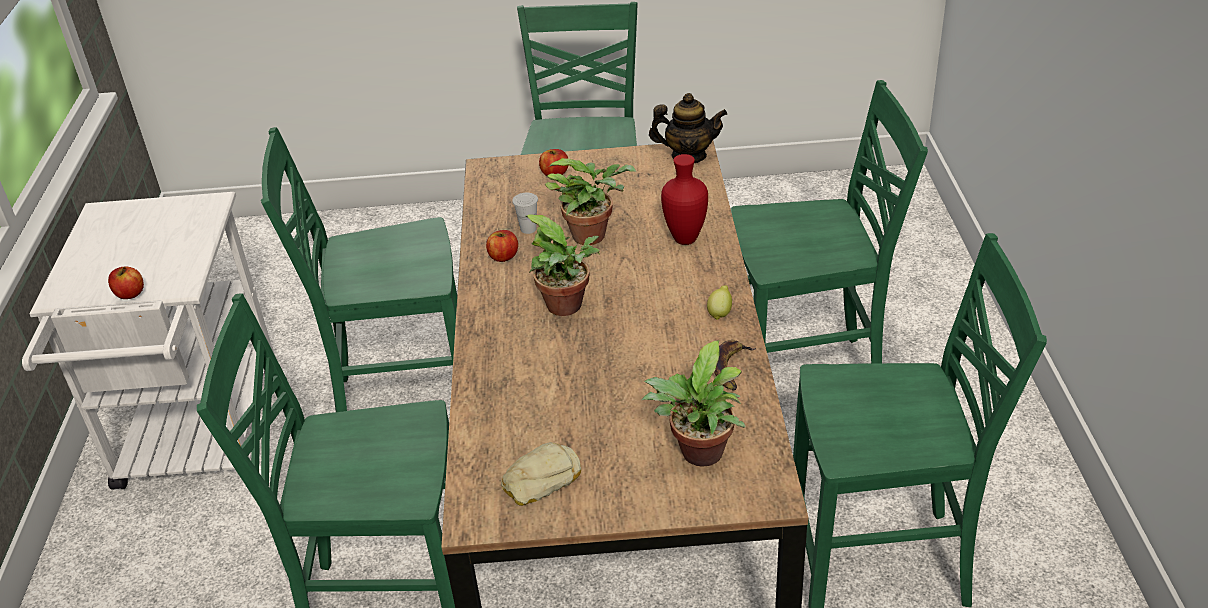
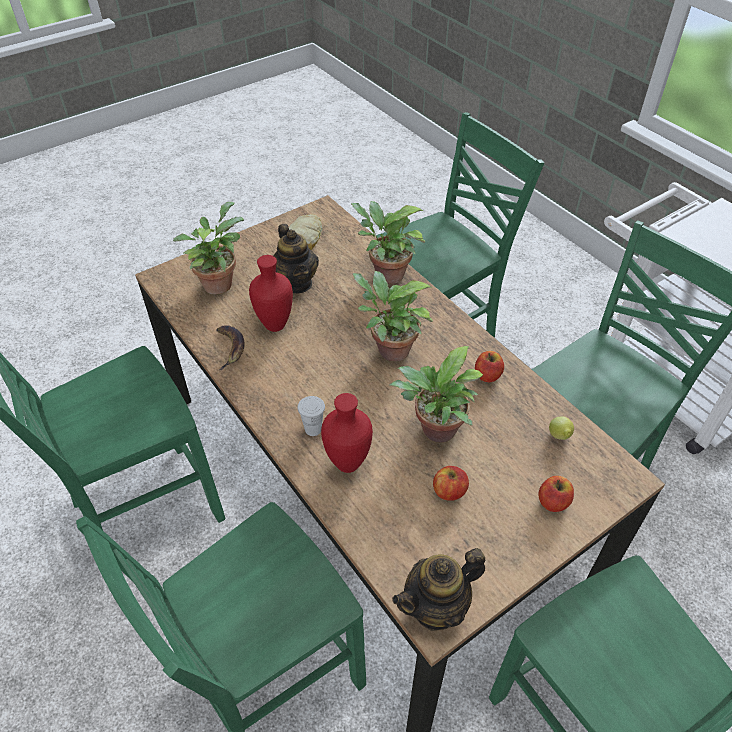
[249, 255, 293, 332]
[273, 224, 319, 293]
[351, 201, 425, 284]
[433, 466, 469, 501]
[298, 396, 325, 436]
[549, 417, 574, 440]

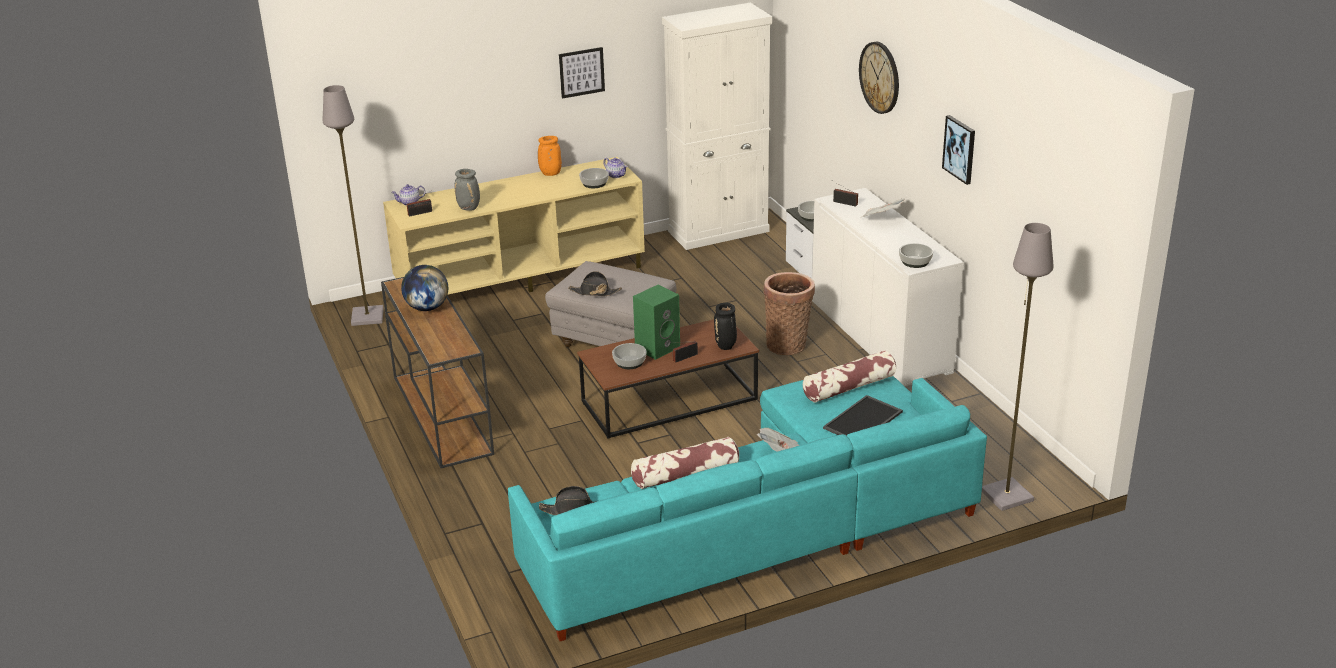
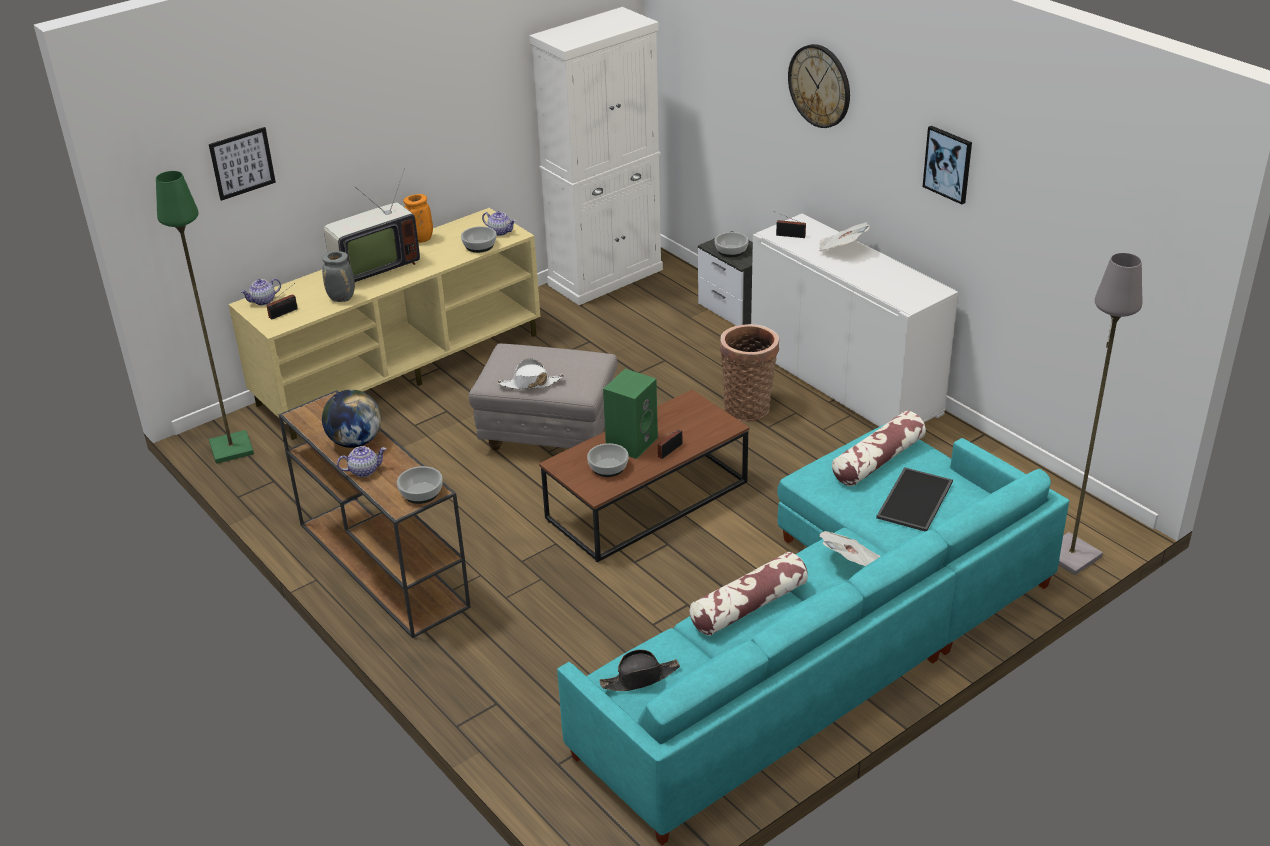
[714, 303, 737, 350] (first image)
[324, 168, 420, 282]
[337, 446, 386, 477]
[209, 127, 276, 201]
[397, 466, 442, 504]
[156, 171, 254, 464]
[498, 358, 564, 389]

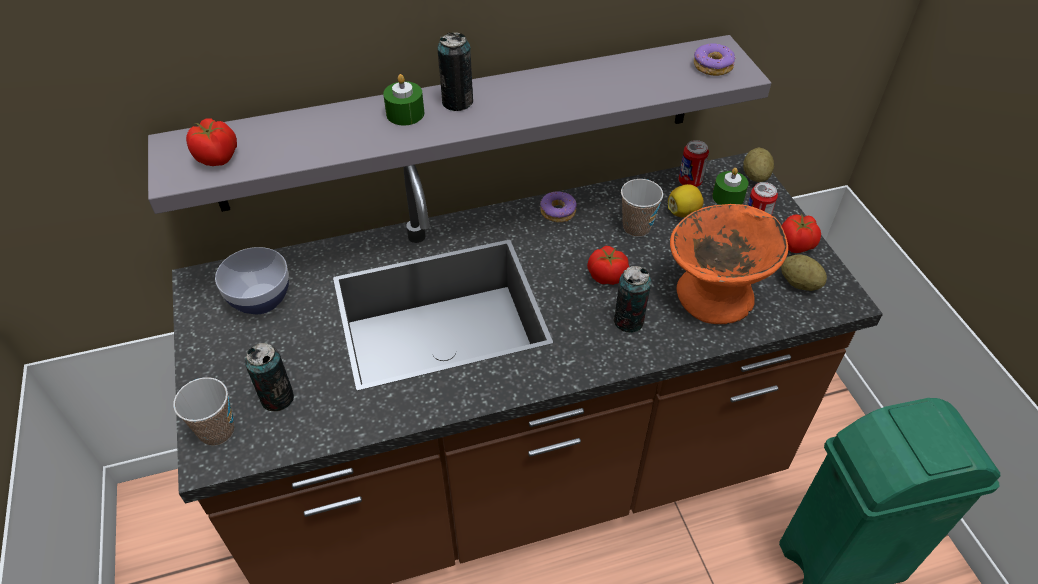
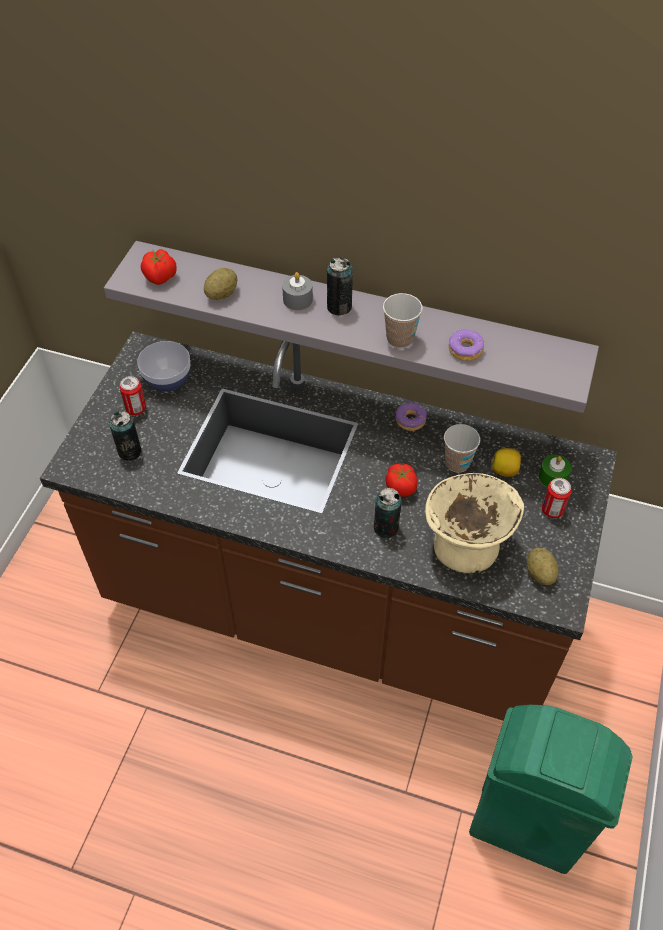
[782, 213, 821, 253] (first image)
[383, 293, 423, 348]
[119, 376, 146, 415]
[449, 329, 484, 361]
[204, 268, 237, 300]
[282, 272, 313, 310]
[425, 473, 524, 574]

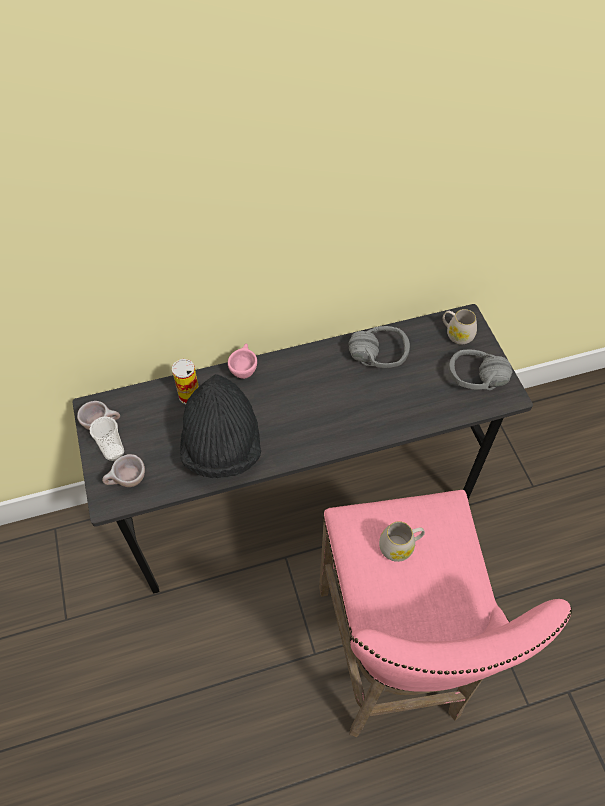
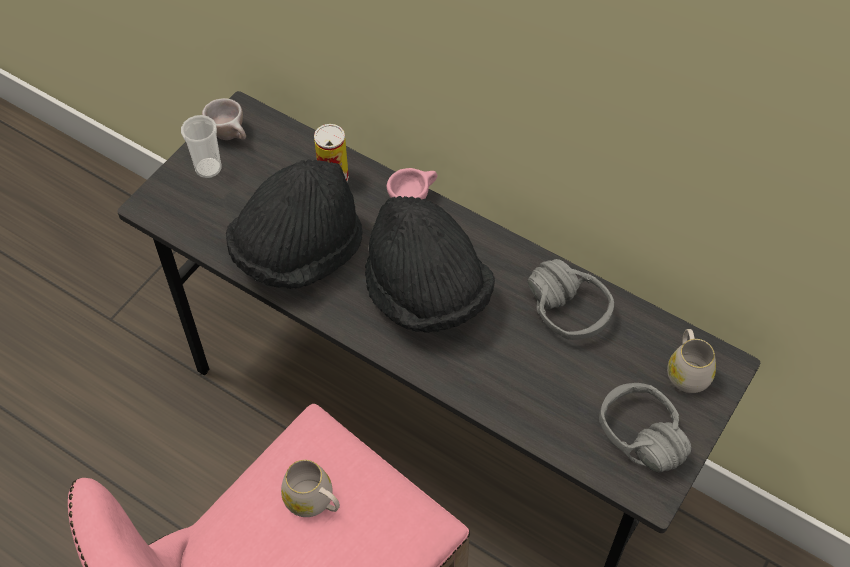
[102, 454, 145, 487] (first image)
[365, 196, 495, 333]

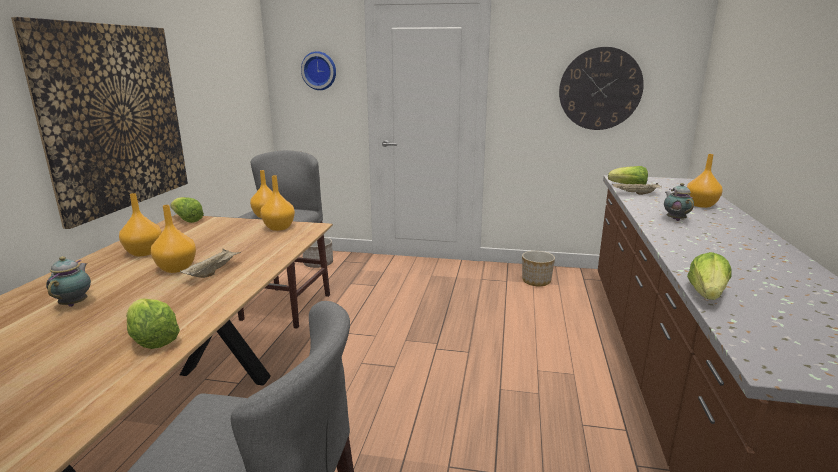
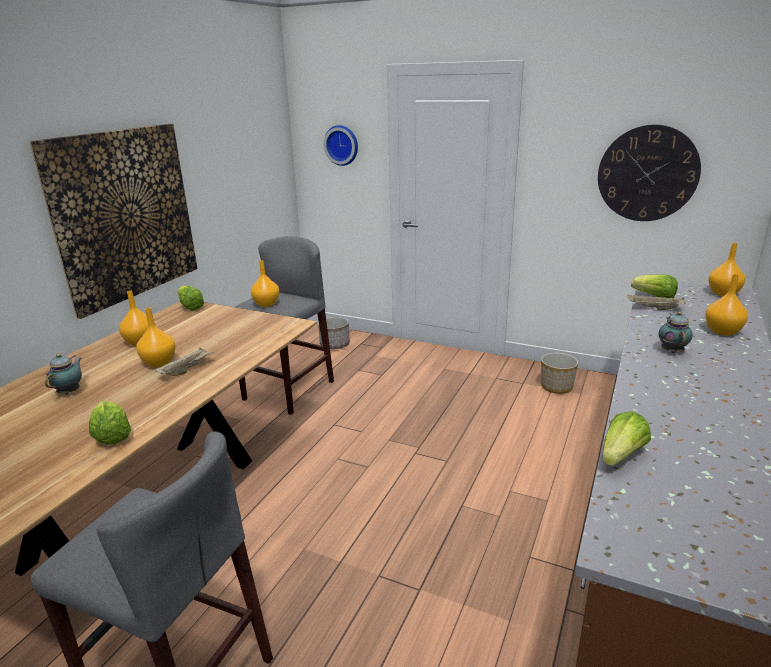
[708, 243, 745, 296]

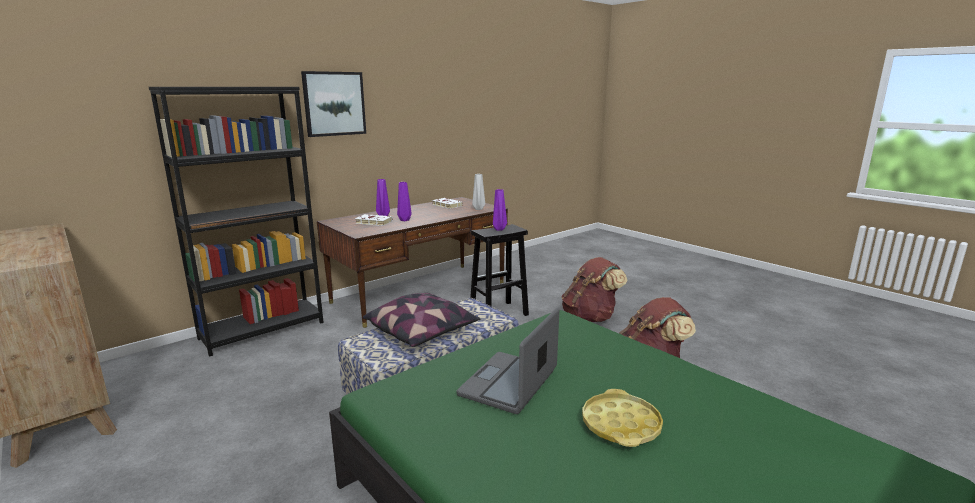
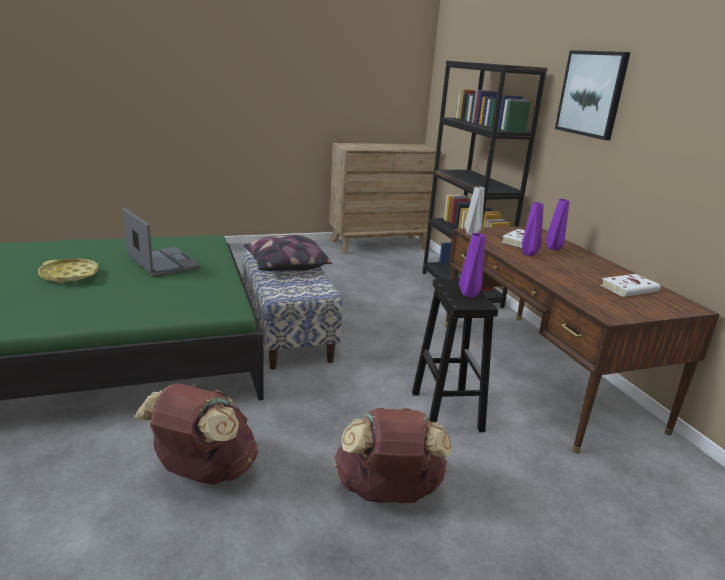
[464, 186, 485, 236]

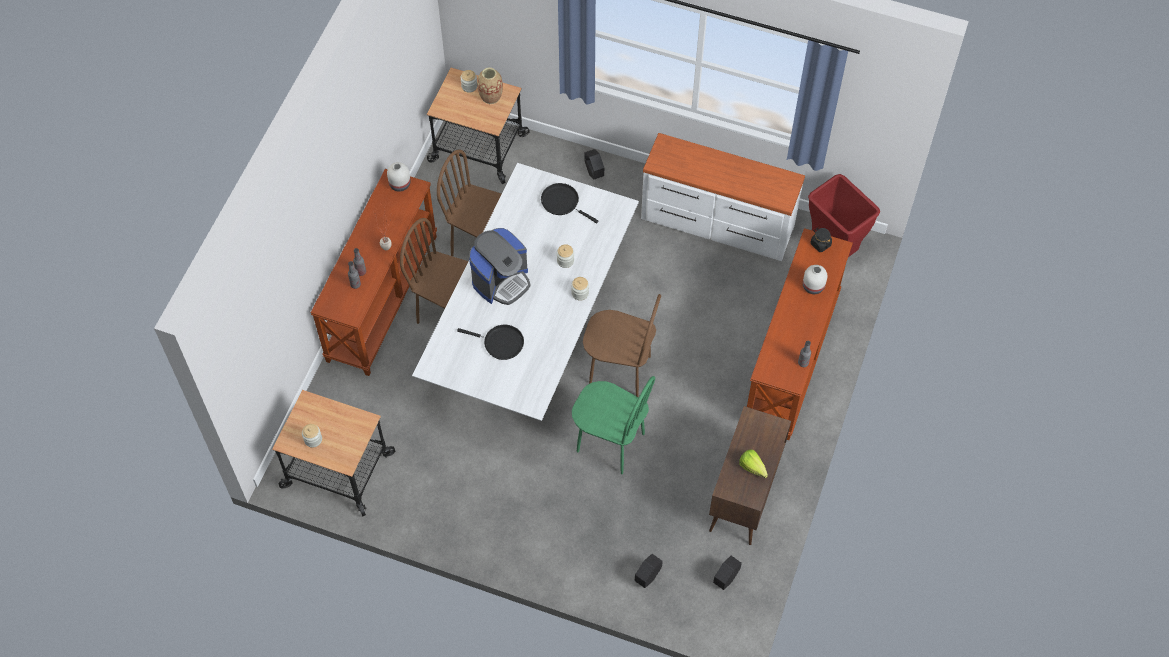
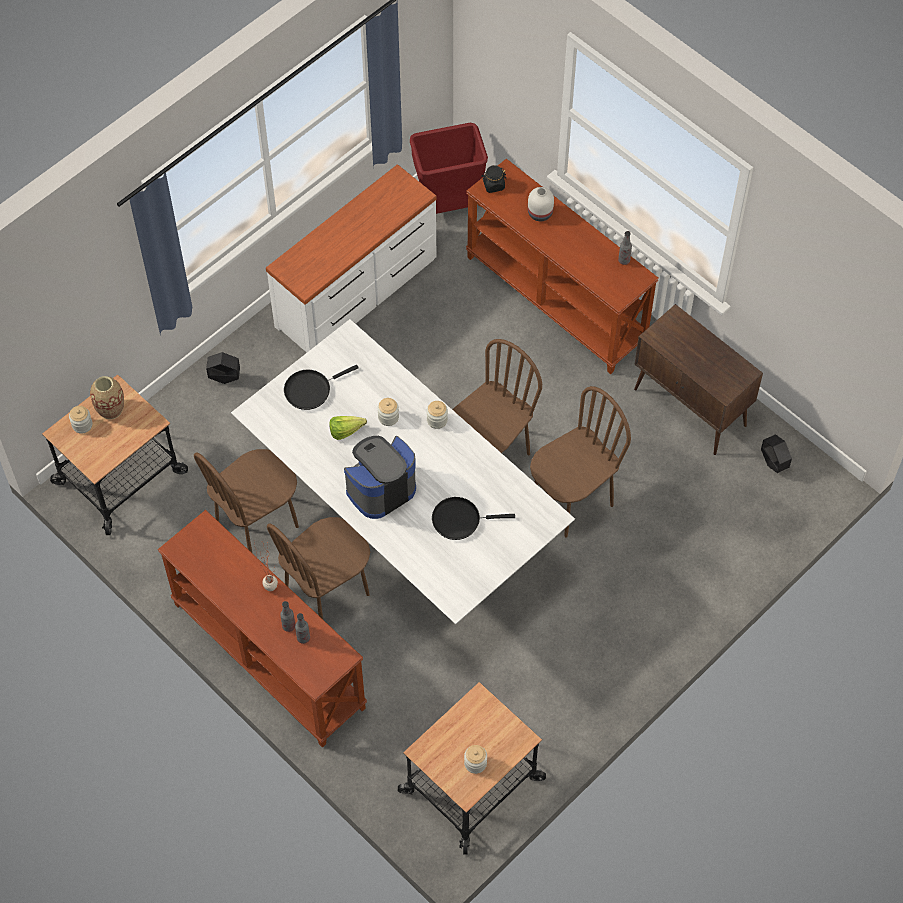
[387, 162, 410, 192] (first image)
[635, 554, 663, 588] (first image)
[329, 416, 367, 440]
[530, 386, 631, 538]
[432, 497, 515, 540]
[344, 436, 416, 519]

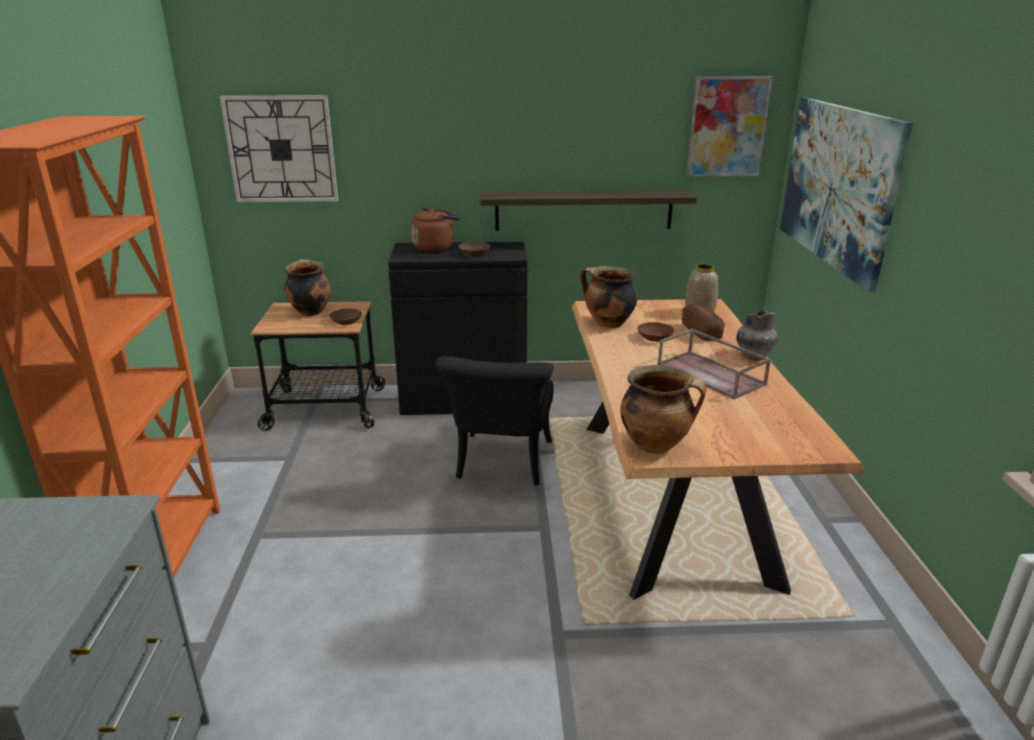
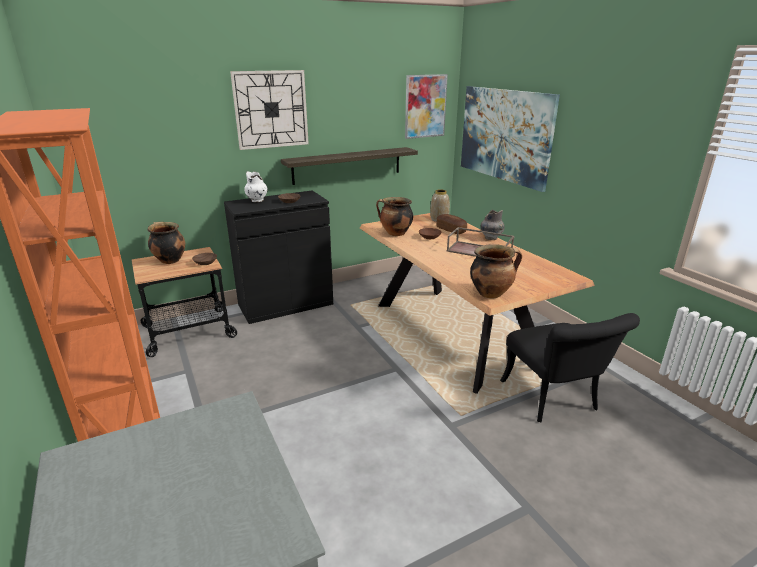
[230, 70, 309, 150]
[500, 313, 640, 422]
[244, 171, 268, 202]

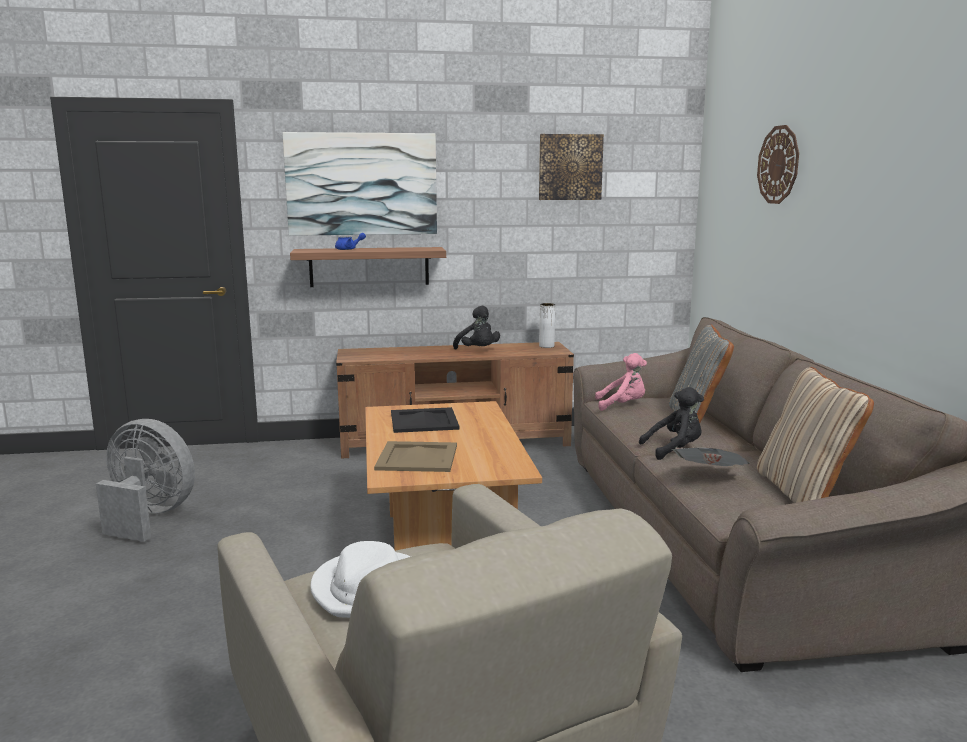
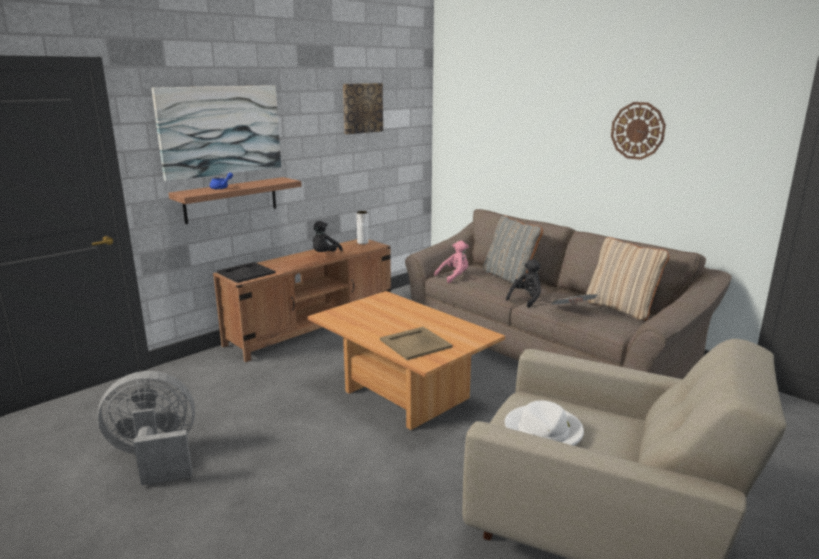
[217, 262, 276, 283]
[611, 102, 666, 160]
[313, 221, 343, 252]

